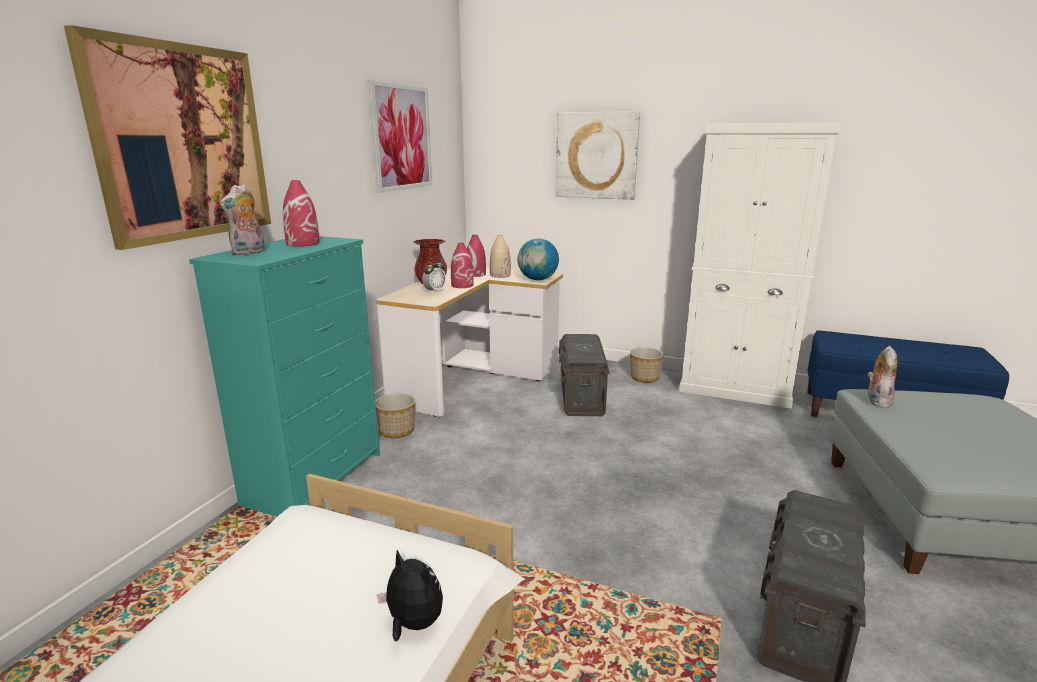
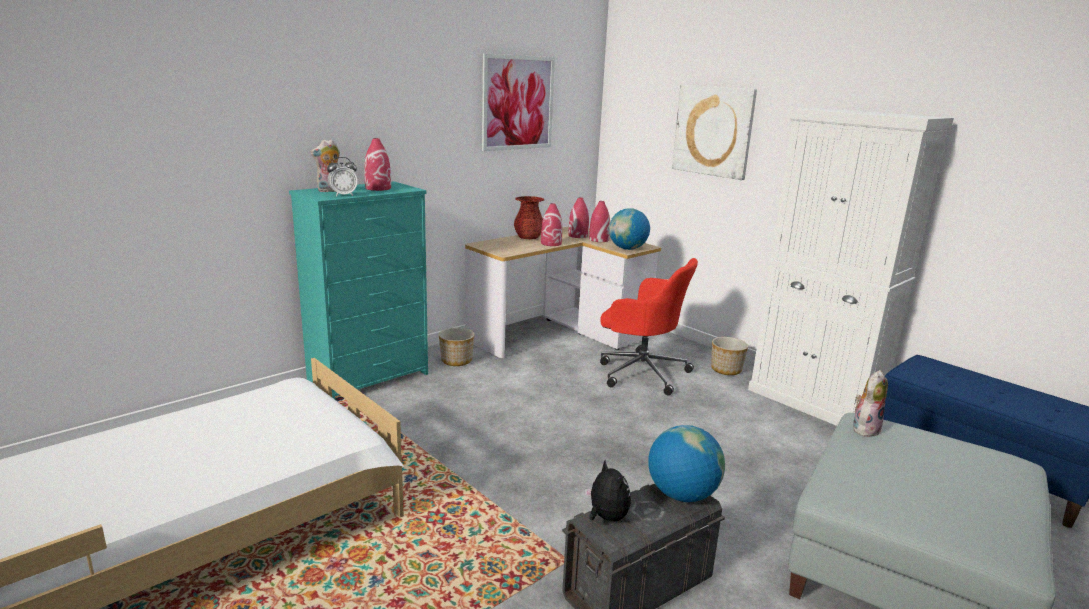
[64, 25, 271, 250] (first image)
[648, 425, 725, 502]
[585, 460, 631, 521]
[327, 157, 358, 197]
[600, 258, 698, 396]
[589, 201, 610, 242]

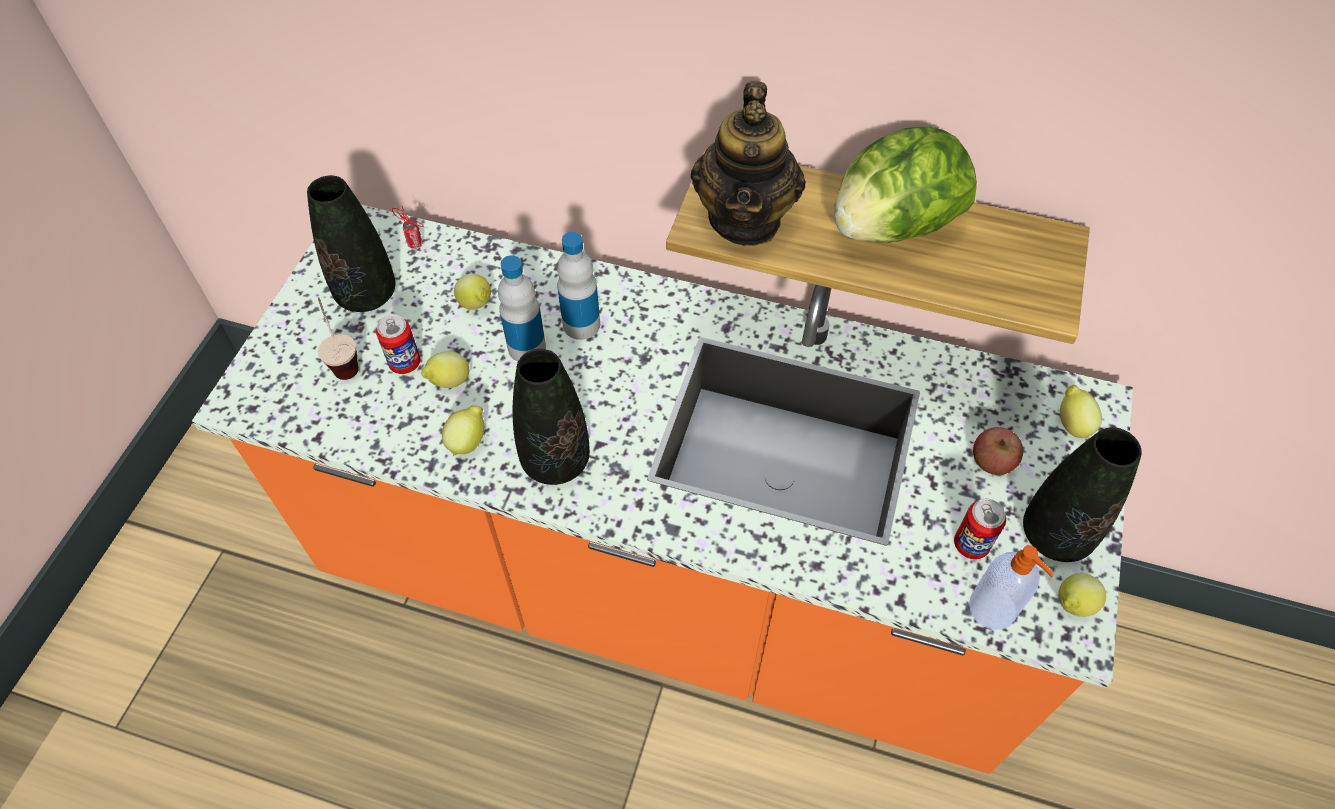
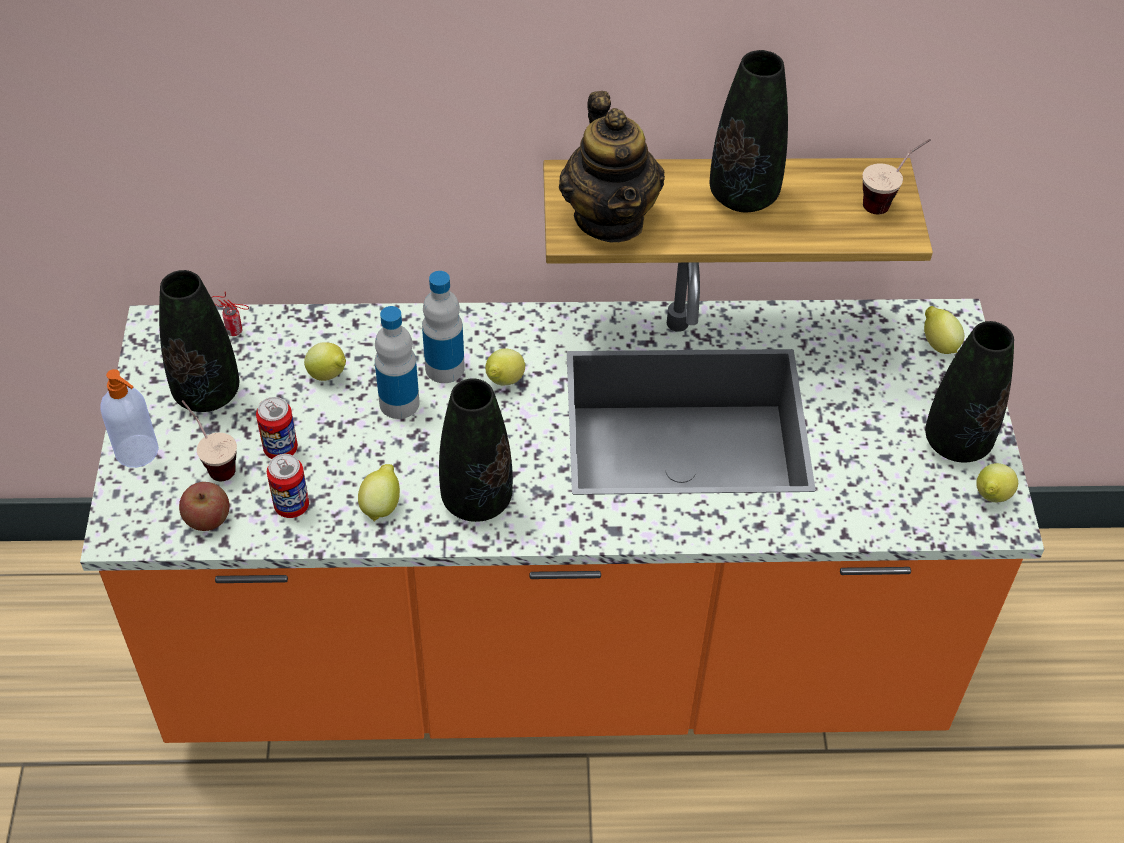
[863, 139, 931, 214]
[485, 348, 525, 386]
[267, 454, 309, 518]
[100, 369, 159, 468]
[179, 482, 230, 531]
[710, 50, 788, 212]

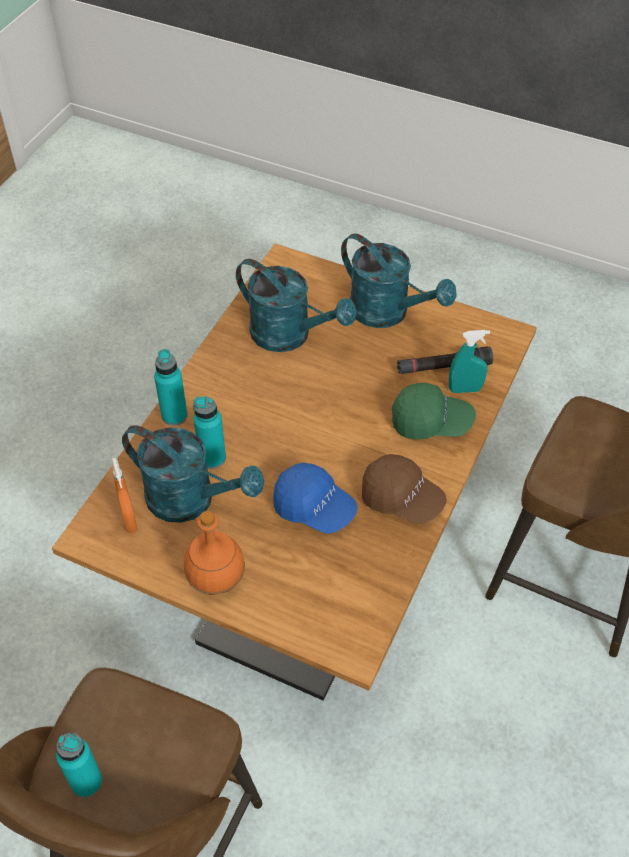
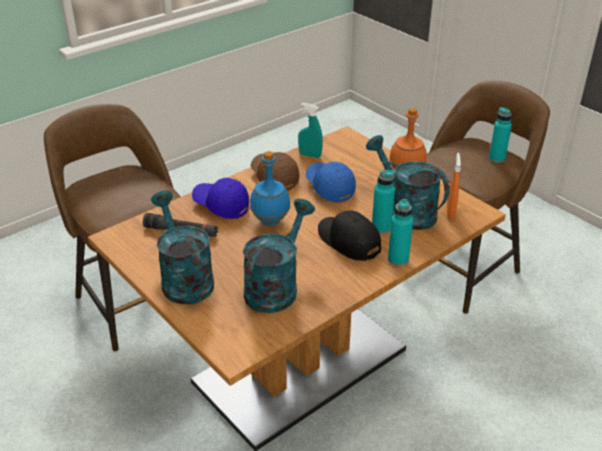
[250, 151, 290, 226]
[318, 210, 381, 261]
[298, 103, 323, 158]
[192, 178, 249, 219]
[243, 199, 315, 313]

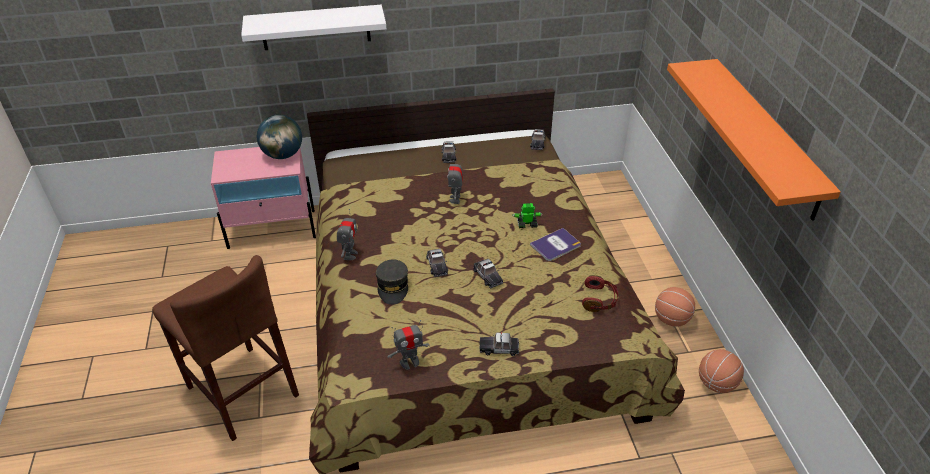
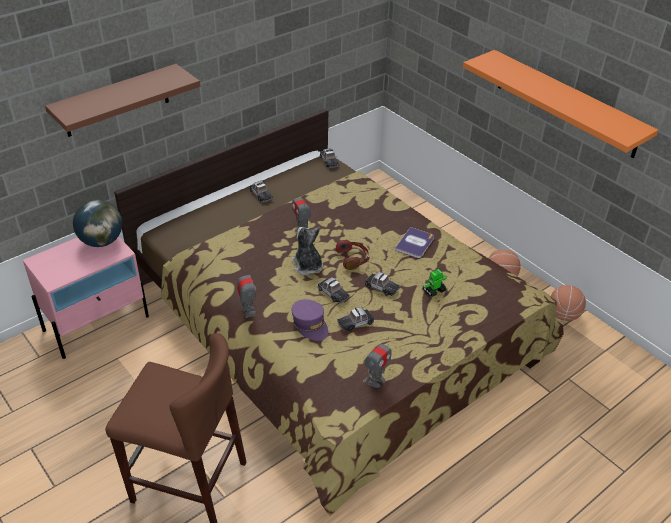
[292, 227, 323, 275]
[337, 307, 374, 332]
[423, 269, 447, 297]
[336, 240, 370, 270]
[45, 64, 200, 137]
[291, 299, 328, 341]

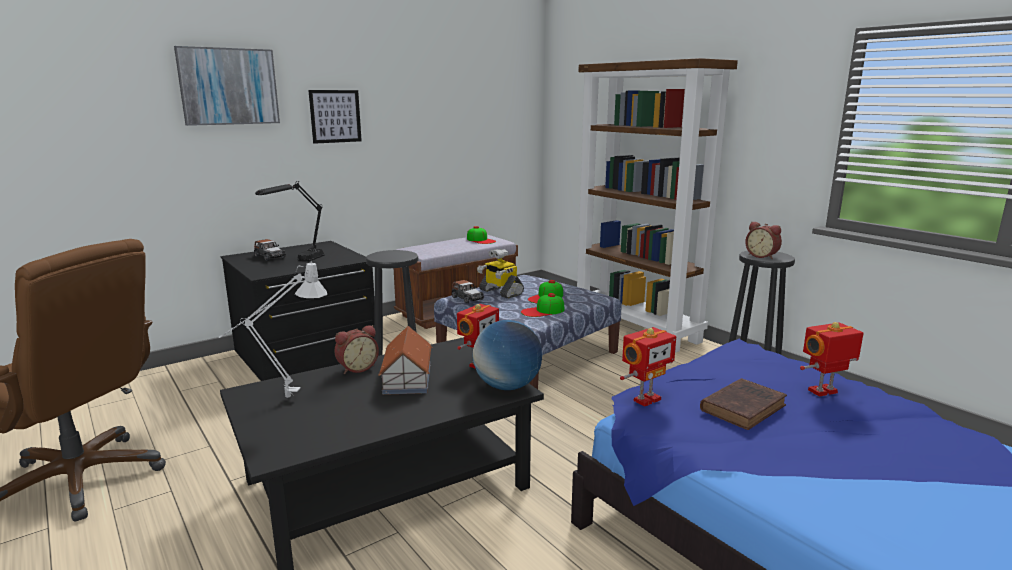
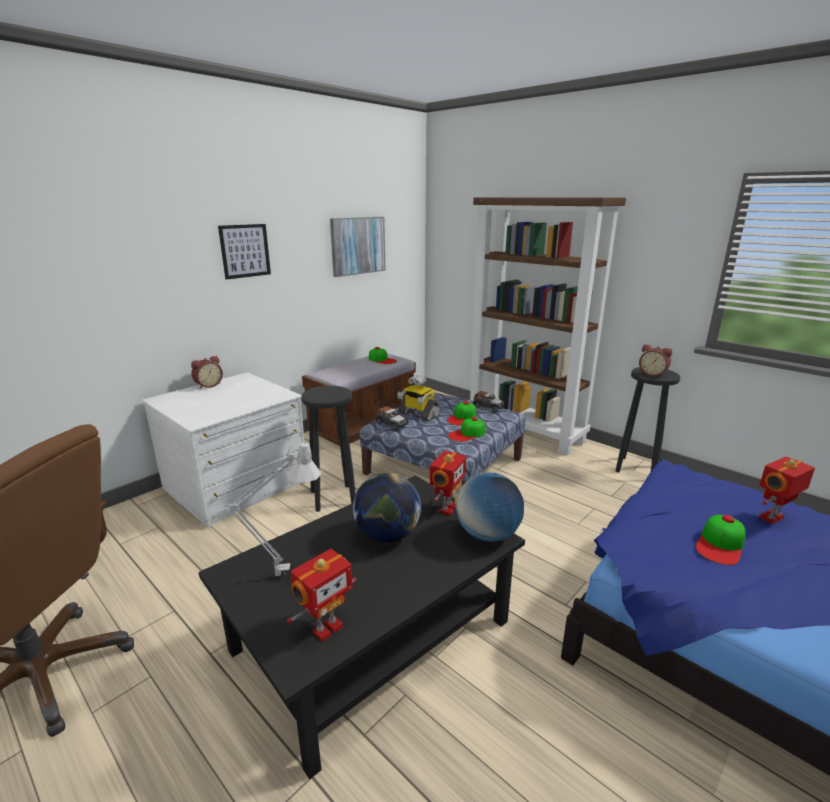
[255, 181, 325, 261] (first image)
[330, 217, 386, 277]
[473, 391, 506, 412]
[191, 356, 223, 389]
[287, 549, 357, 642]
[353, 473, 421, 542]
[696, 515, 746, 565]
[142, 372, 307, 528]

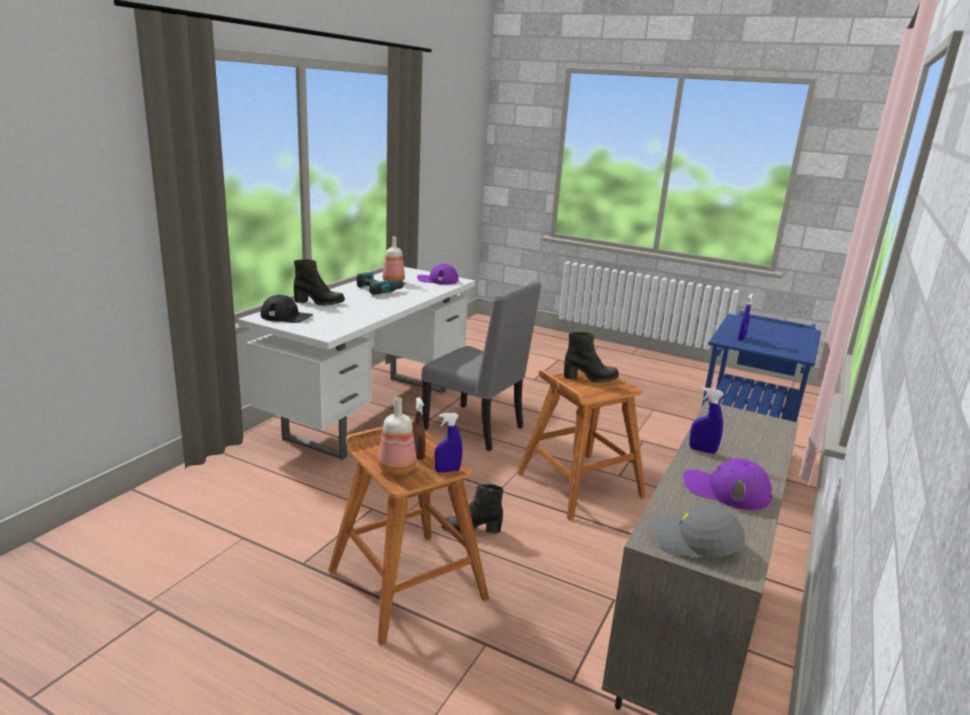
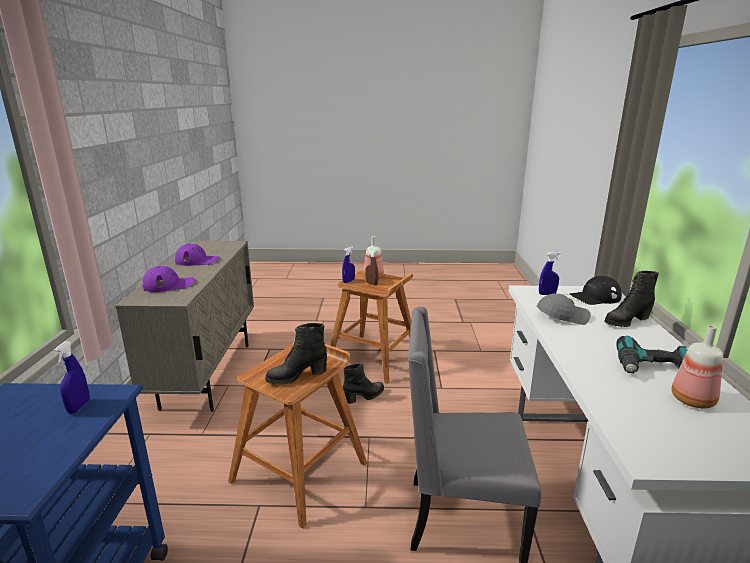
[142, 266, 195, 292]
[537, 293, 591, 325]
[539, 252, 561, 295]

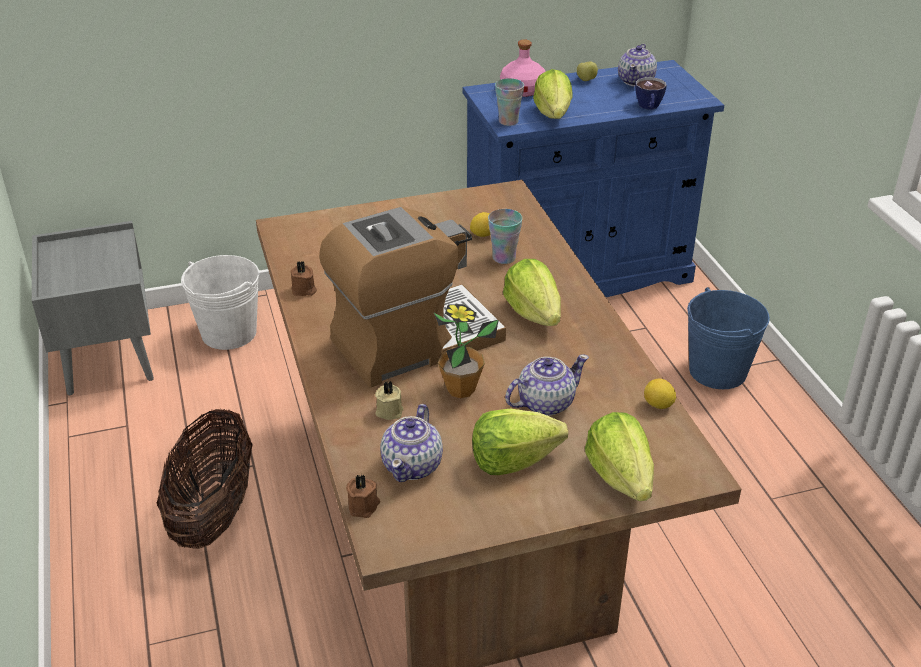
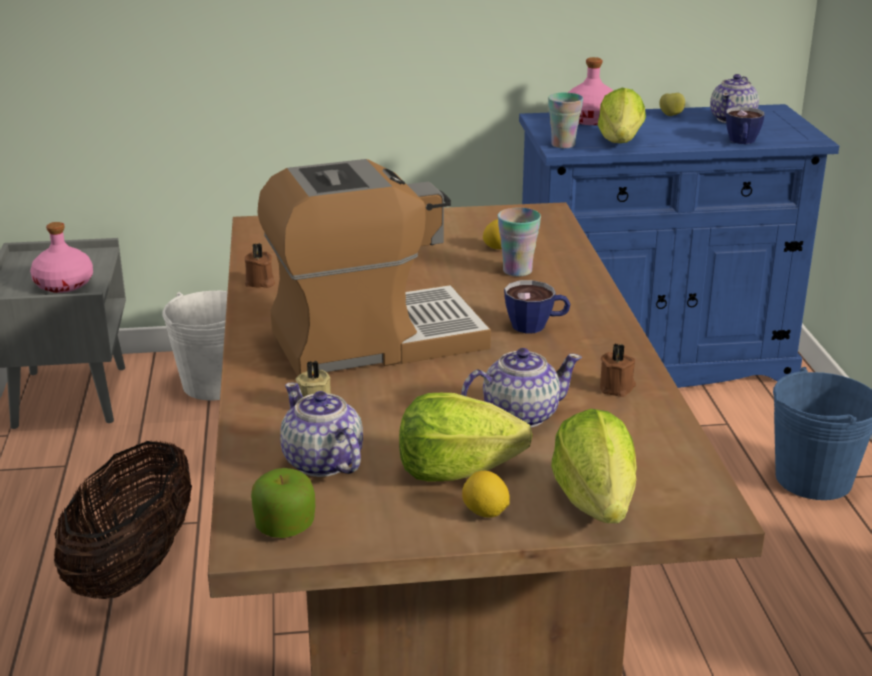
[433, 304, 499, 398] (first image)
[30, 222, 93, 293]
[251, 468, 315, 538]
[600, 343, 636, 397]
[462, 471, 510, 518]
[504, 280, 570, 334]
[280, 383, 363, 477]

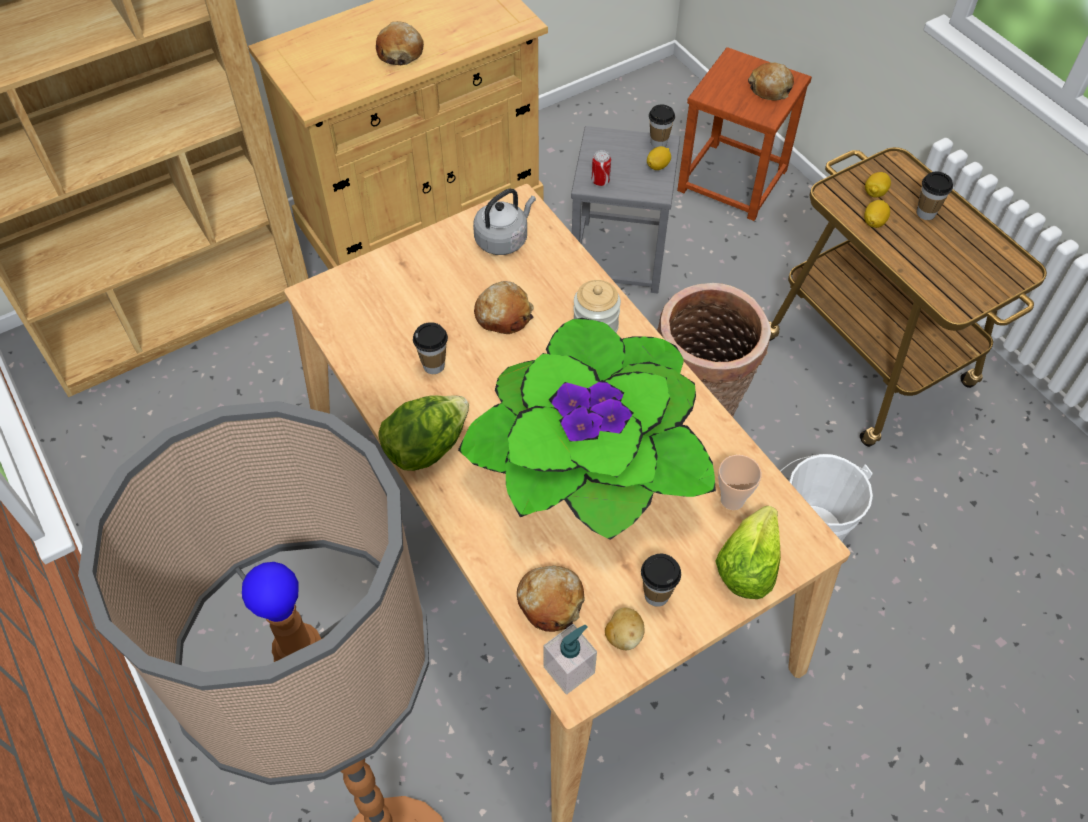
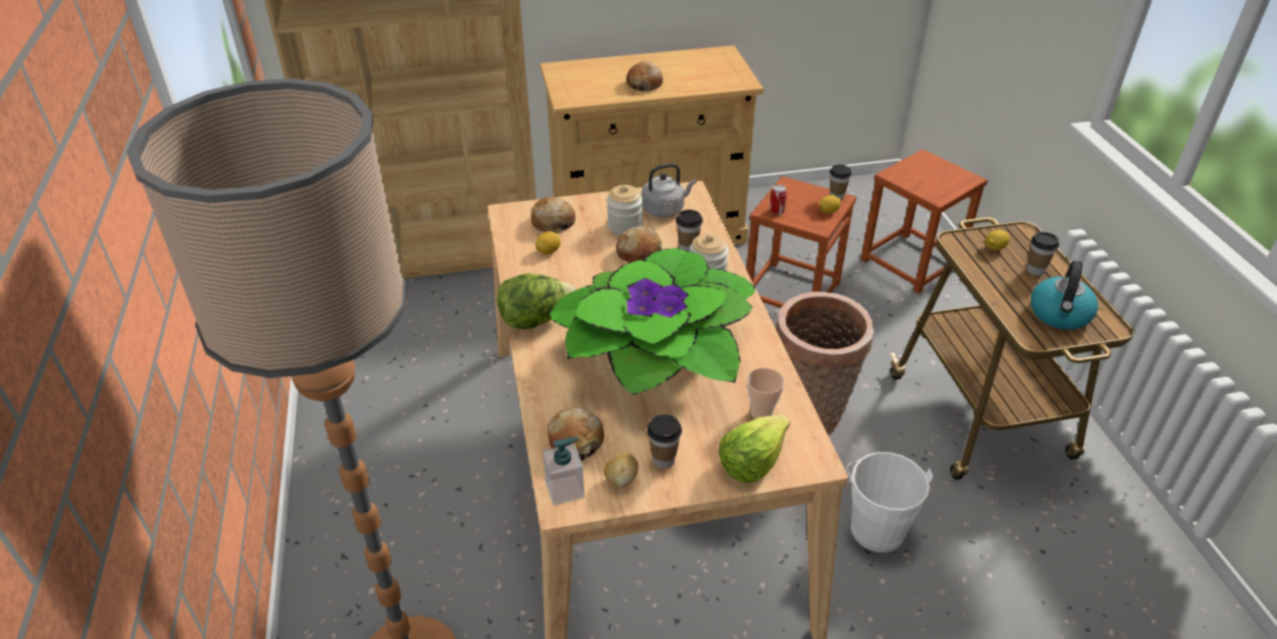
[607, 185, 643, 235]
[1031, 261, 1098, 330]
[676, 210, 703, 251]
[531, 197, 576, 234]
[535, 231, 561, 254]
[746, 176, 857, 308]

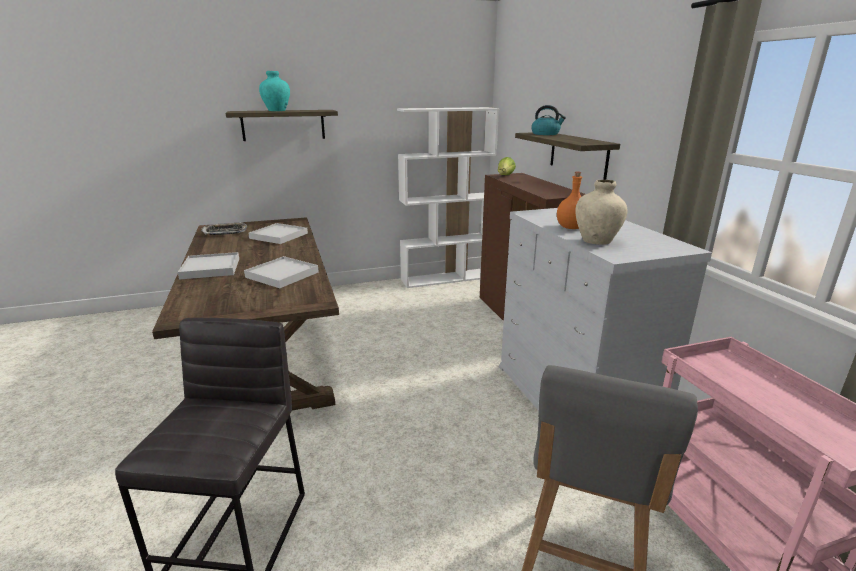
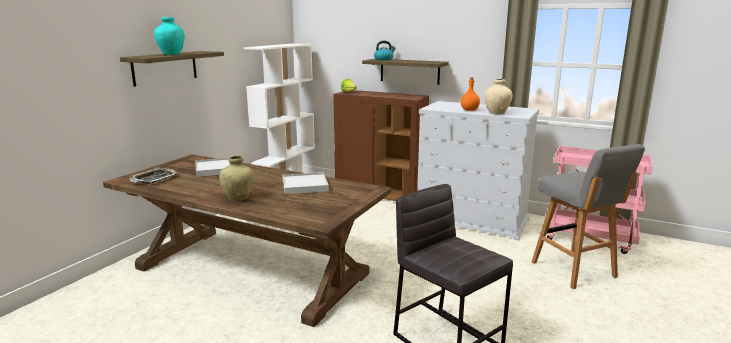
[219, 156, 255, 201]

